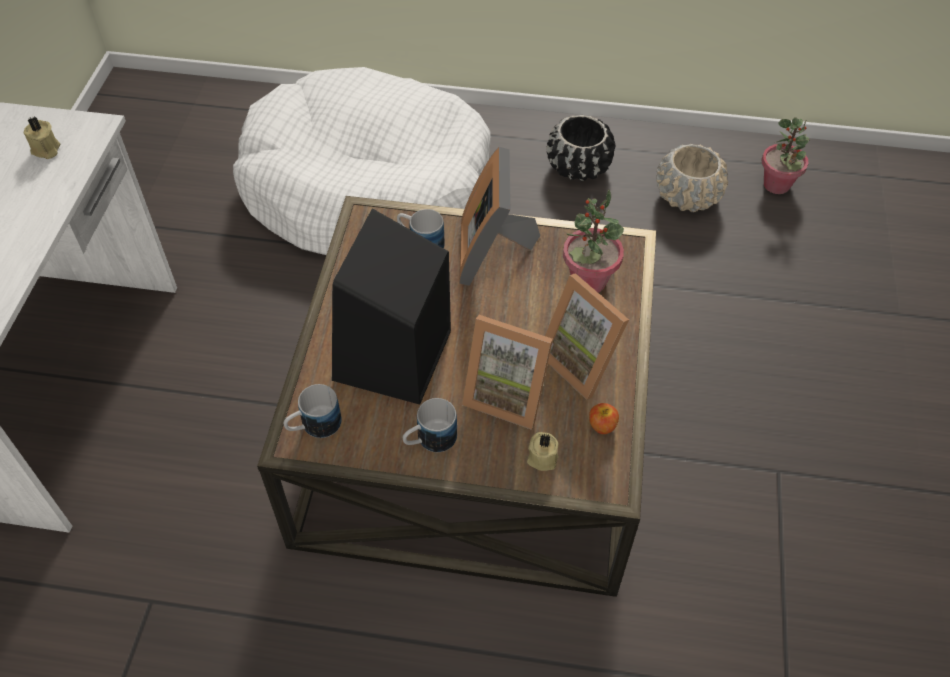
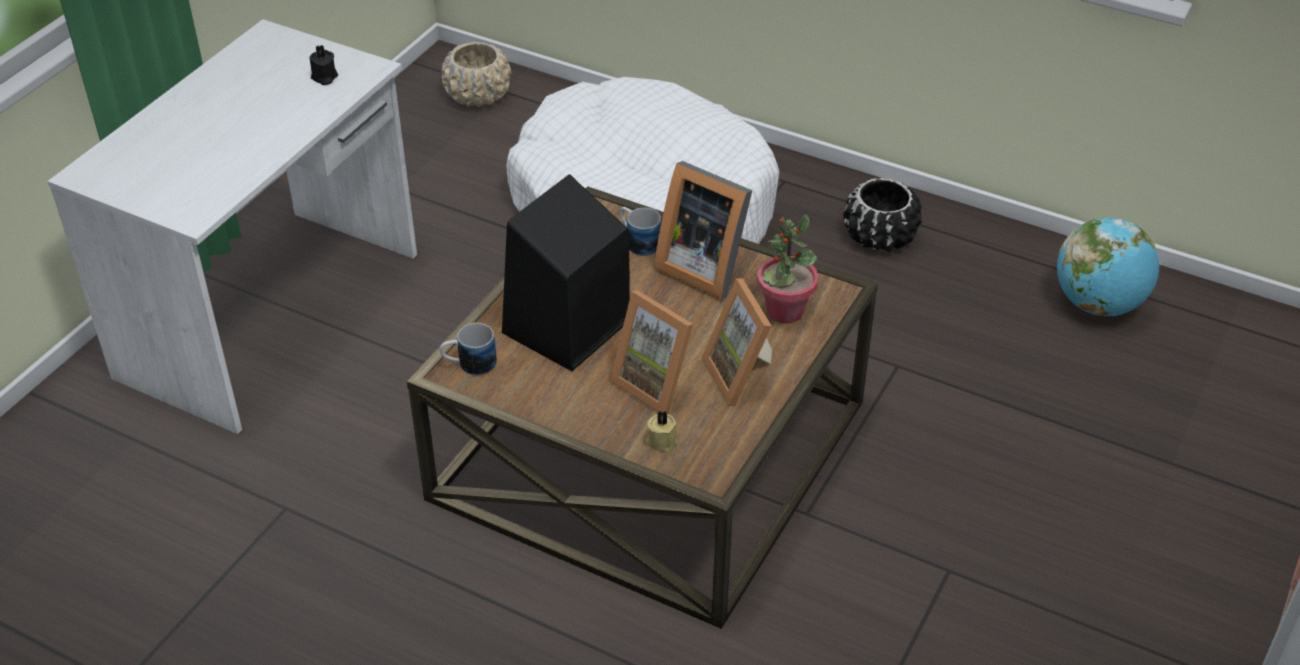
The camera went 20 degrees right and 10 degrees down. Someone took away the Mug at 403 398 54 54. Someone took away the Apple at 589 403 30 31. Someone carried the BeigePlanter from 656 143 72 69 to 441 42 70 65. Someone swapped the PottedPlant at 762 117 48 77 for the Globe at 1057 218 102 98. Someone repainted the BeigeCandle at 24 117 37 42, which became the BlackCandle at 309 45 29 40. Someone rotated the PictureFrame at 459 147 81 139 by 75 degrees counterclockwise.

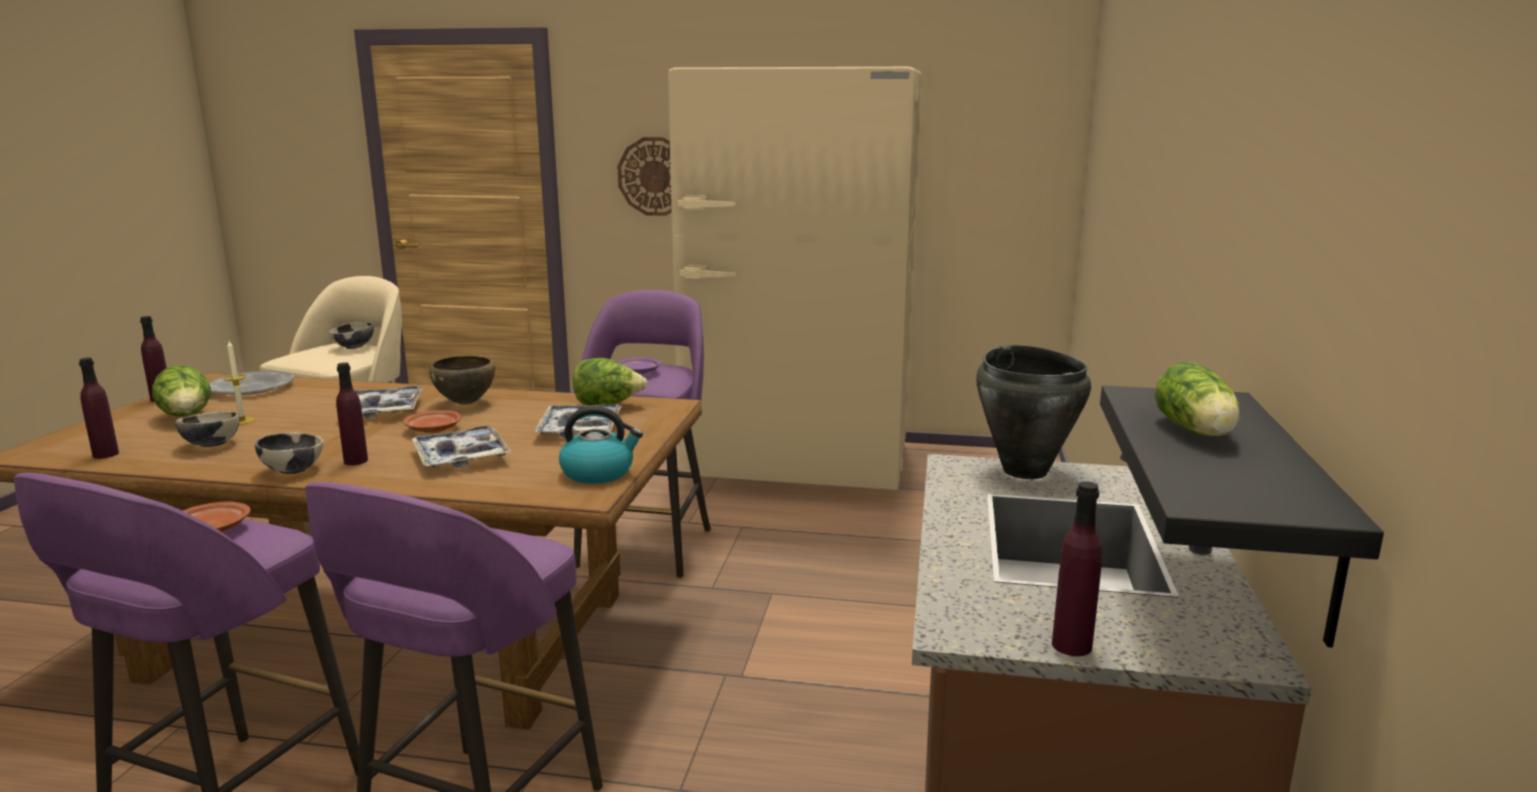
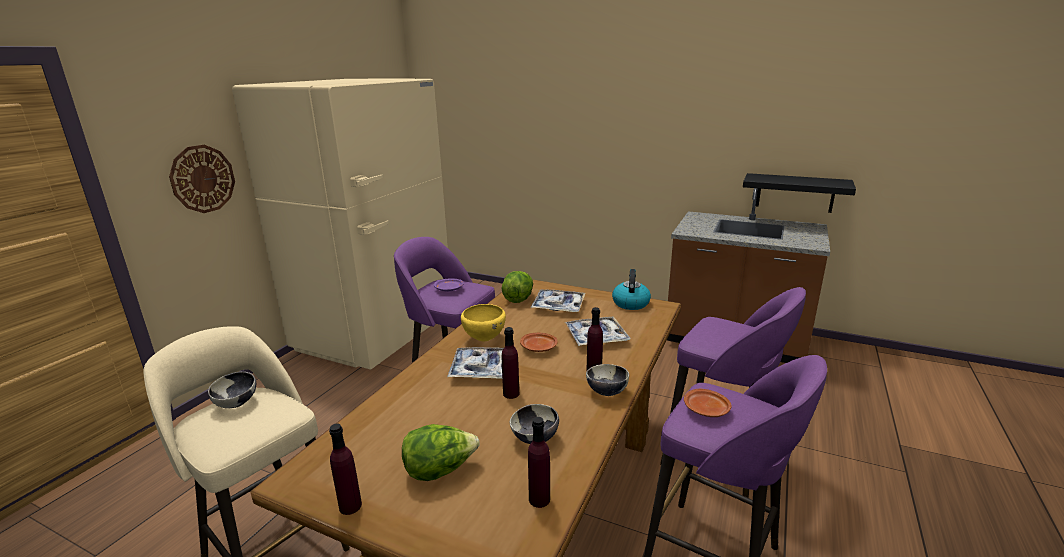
The camera went 75 degrees left and 5 degrees up. Someone took away the GreyPlate at 209 370 85 25. Someone took away the Candle at 225 341 30 84. Someone took away the BlackCookingPot at 976 345 115 134. Someone took away the Lettuce at 1155 362 85 74. Someone carried the PurpleBottle from 1052 481 50 175 to 502 327 17 72. Someone repainted the BrownBowl at 429 356 66 49, which became the YellowBowl at 461 304 45 37.

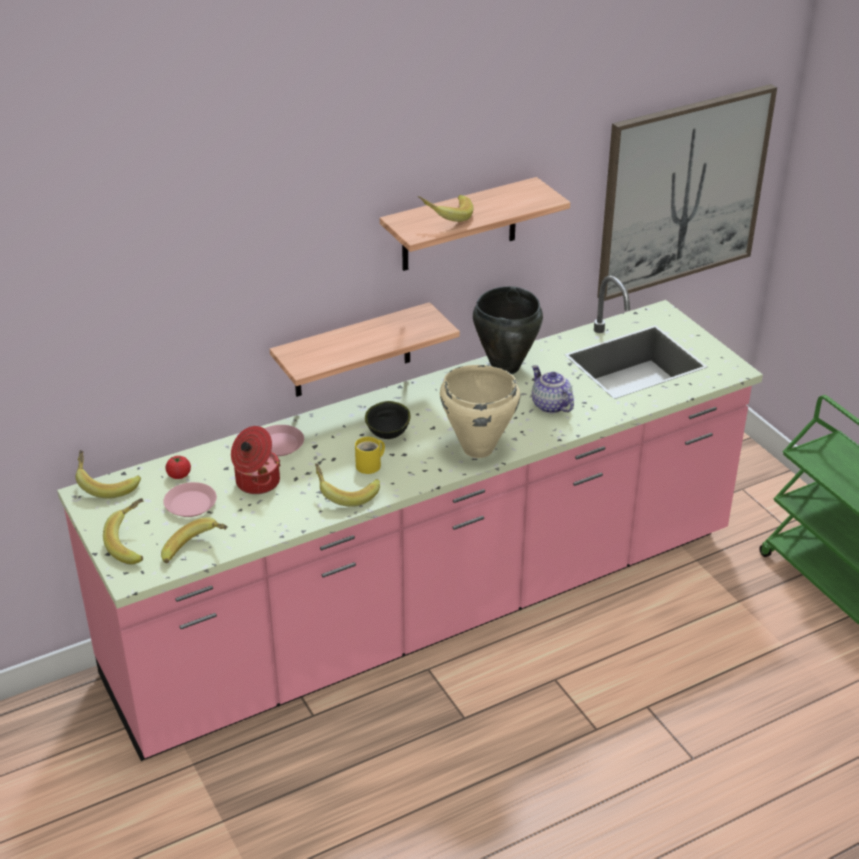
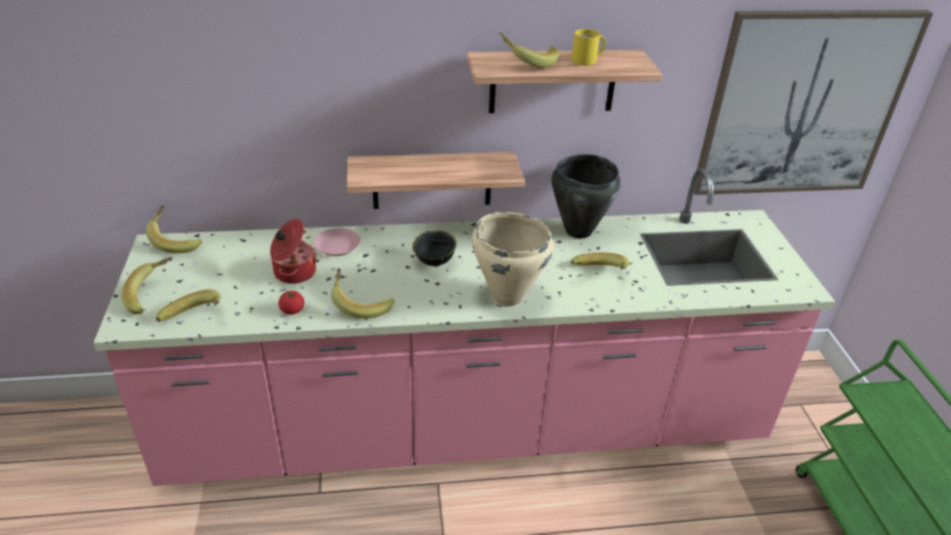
The camera went 20 degrees right and 0 degrees up. Someone took away the PinkPlate at 163 482 54 35. Someone carried the Tomato from 165 456 26 23 to 278 291 26 24. Someone carried the YellowMug from 355 437 30 37 to 571 29 34 37. Someone swapped the Teapot at 532 365 42 48 for the Banana at 571 253 59 17.

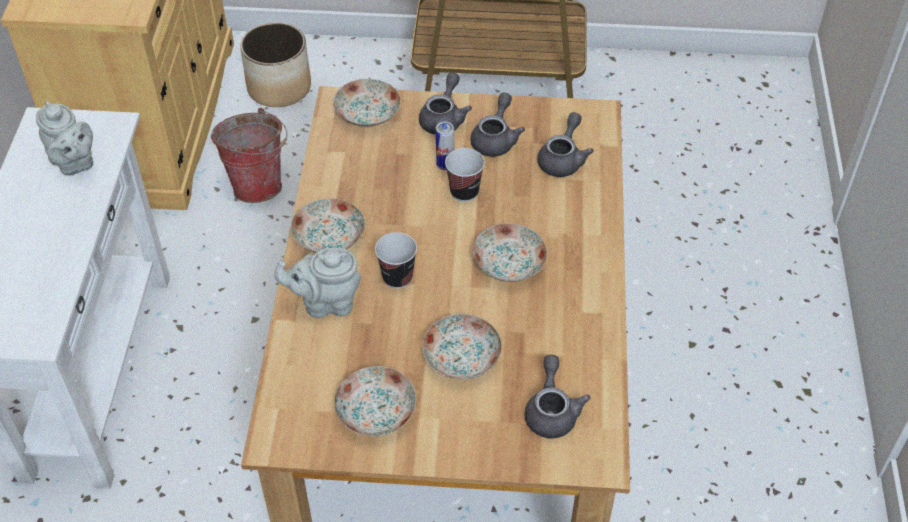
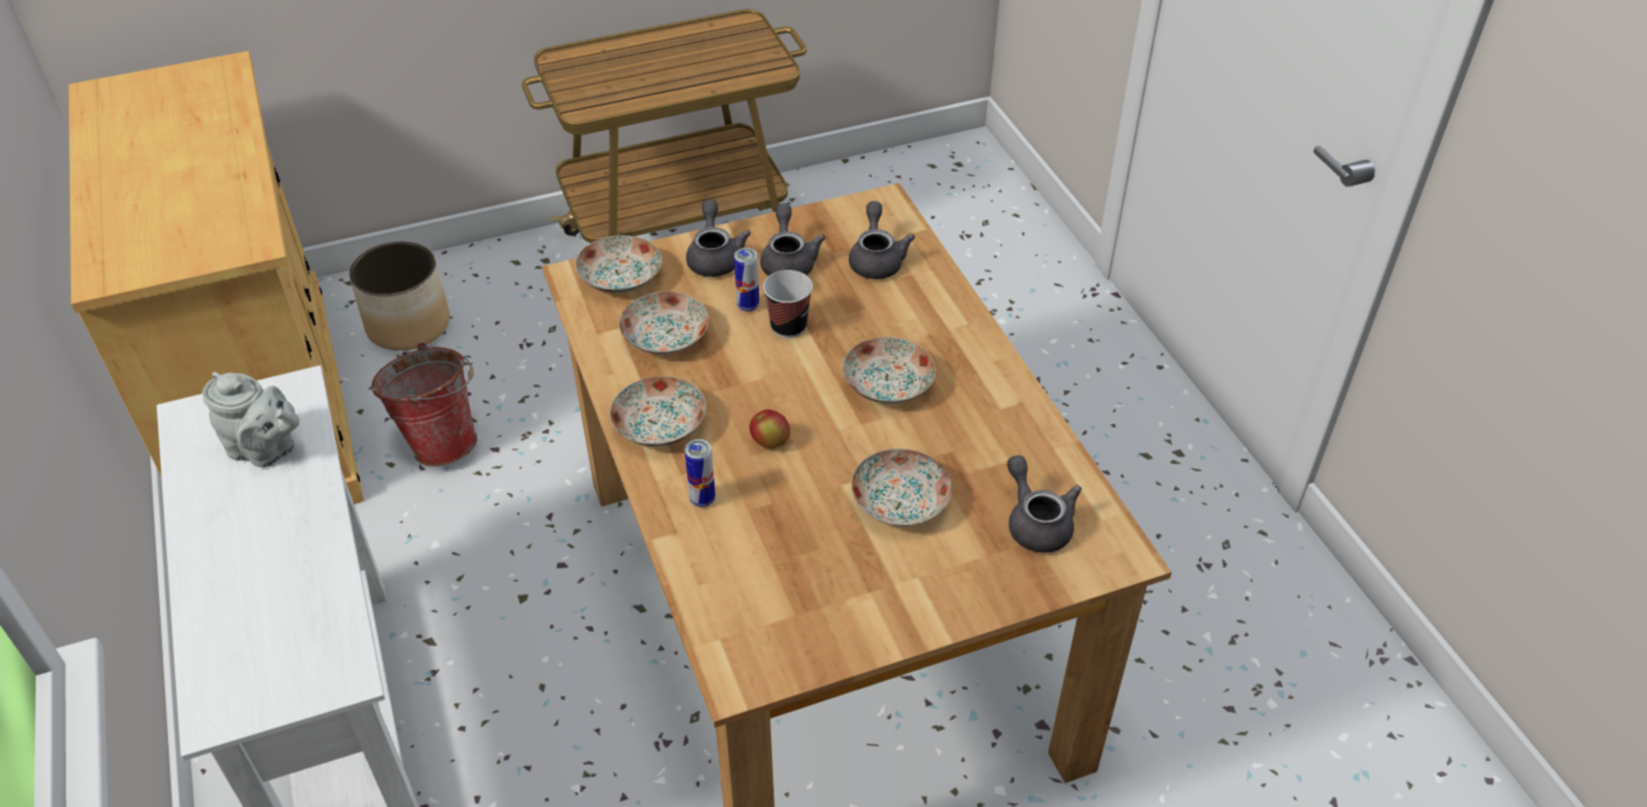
The camera went 25 degrees left and 5 degrees down. Someone carried the Plate from 335 366 81 71 to 619 291 90 64. Someone swapped the GreyTeapot at 274 248 87 70 for the Can at 685 439 30 68. Someone swapped the Cup at 375 232 42 56 for the Apple at 749 409 41 39.

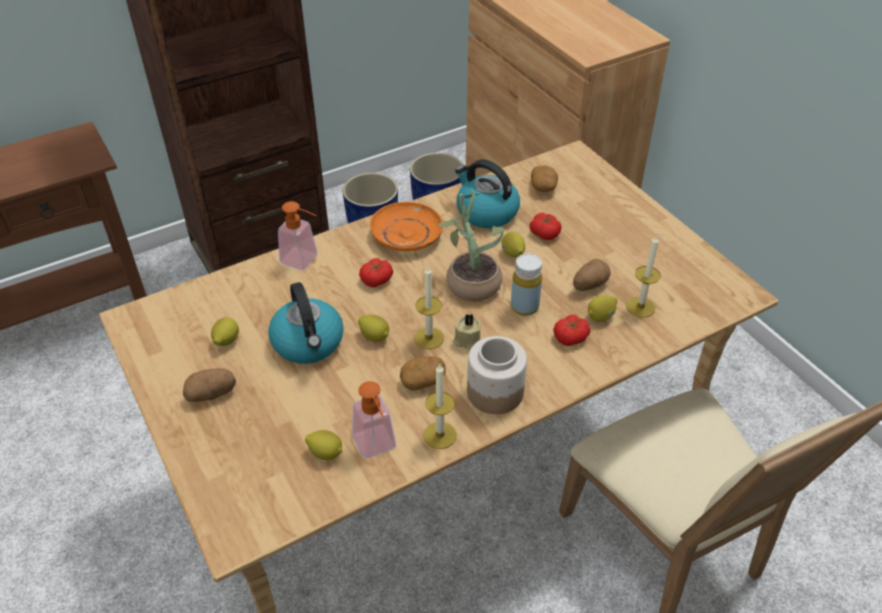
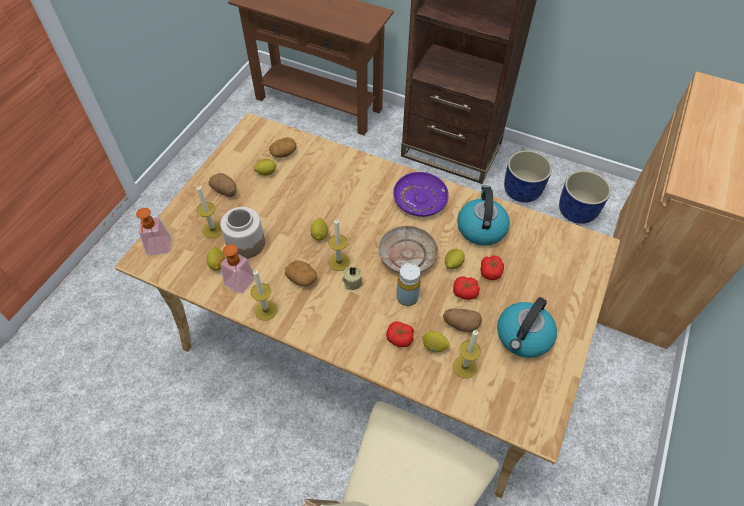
The camera went 55 degrees right and 10 degrees up. Someone put down the Candle at 196 184 26 54. Someone carried the Kettle from 268 282 76 82 to 497 297 60 61. Someone carried the SoapDispenser from 278 201 40 69 to 136 208 35 47. Someone carried the Tomato from 359 258 34 29 to 453 277 27 23. Someone carried the Jar from 467 336 60 78 to 220 207 45 52. Someone carried the Potato from 531 166 27 26 to 269 137 28 21. Someone swapped the PottedPlant at 438 190 68 111 for the BeigePlate at 378 226 60 47. Someone repainted the OrangePlate at 370 202 73 49, which became the PurplePlate at 393 172 56 45.

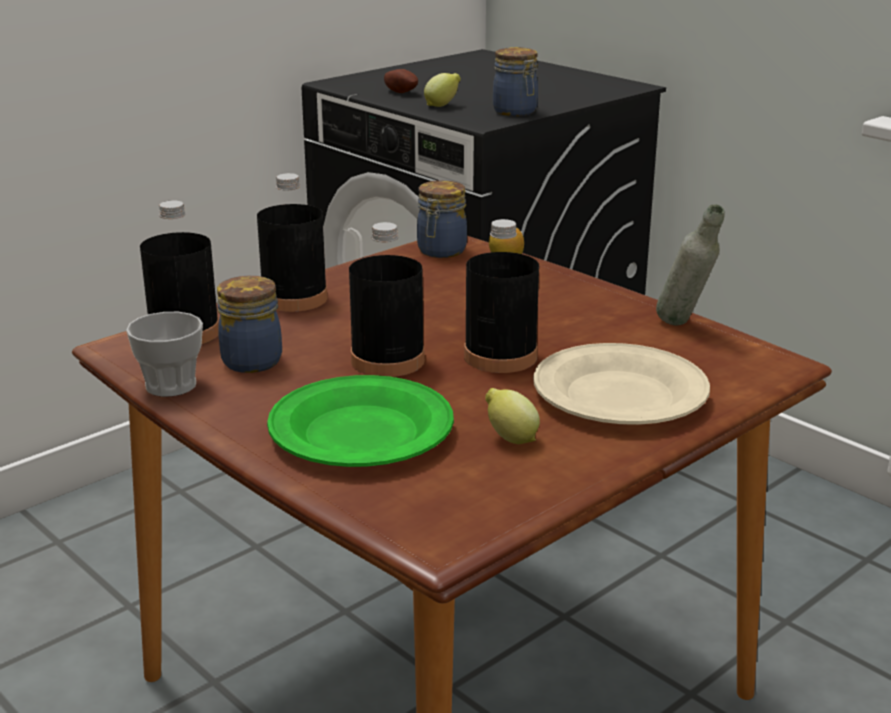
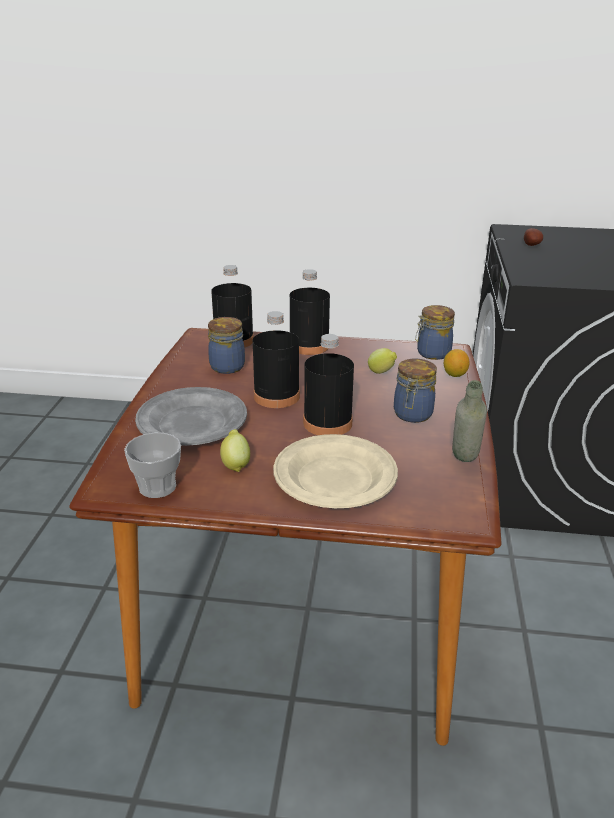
The camera went 50 degrees right and 5 degrees up. Someone carried the Cup from 126 312 77 85 to 124 433 57 65. Someone carried the Lemon from 424 73 37 34 to 368 348 29 26. Someone carried the Jar from 493 47 45 69 to 394 358 43 65. Someone repainted the GreenPlate at 267 375 187 92, which became the GreyPlate at 135 387 112 59.

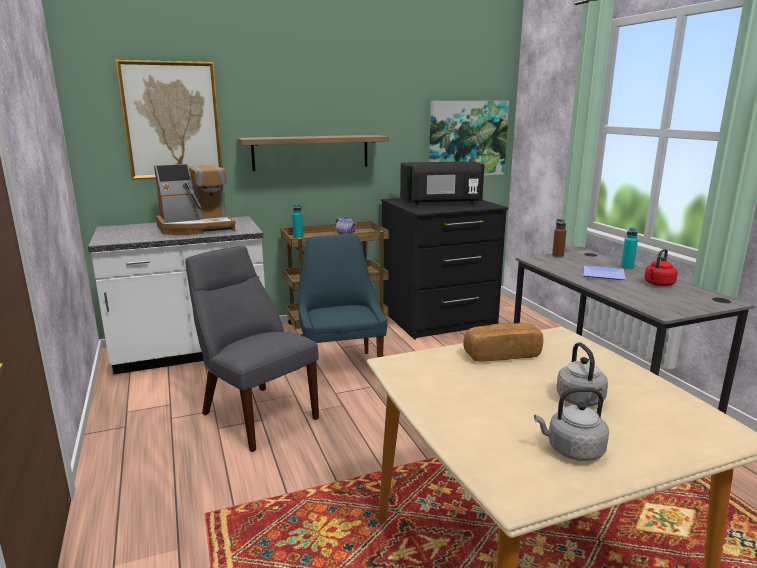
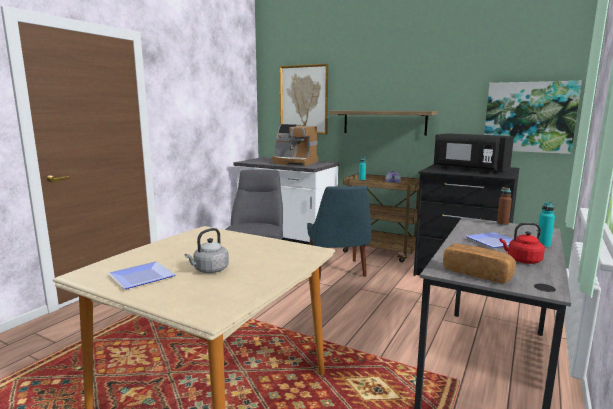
The camera went 50 degrees right and 5 degrees down. Someone carried the Bread from 463 323 80 39 to 443 244 73 39. Someone swapped the GreyKettle at 534 387 75 74 for the Plate at 108 261 68 28. Someone rotated the BlueChair at 298 235 90 123 by 135 degrees clockwise.

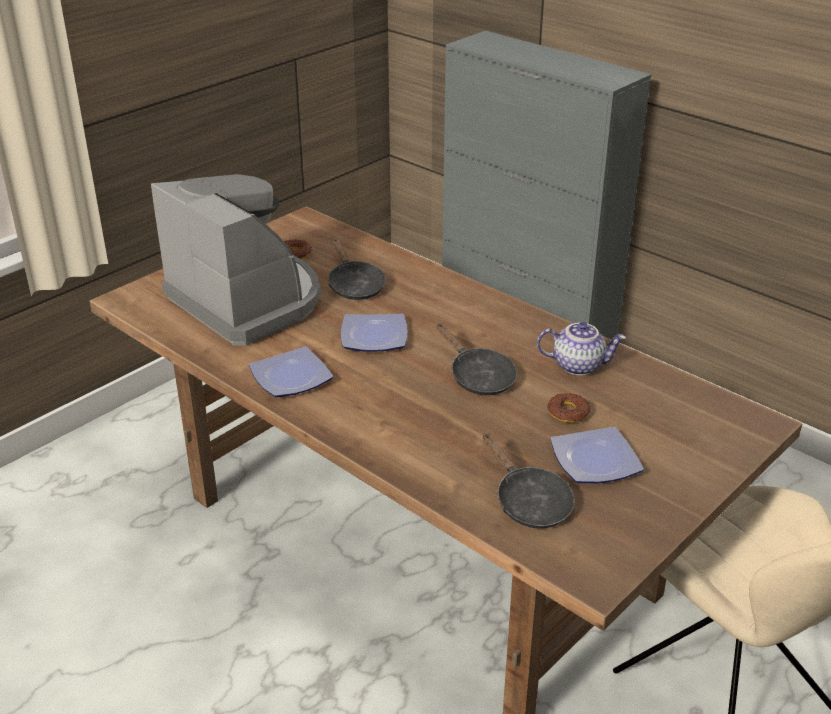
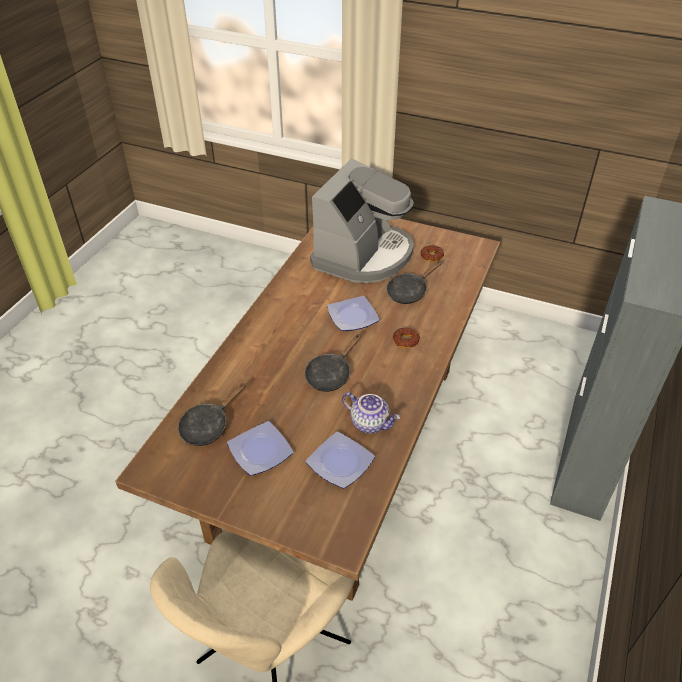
The camera went 70 degrees right and 10 degrees up. Someone carried the Plate from 249 347 84 50 to 306 432 69 57. Someone carried the Donut from 547 393 43 30 to 393 328 27 20. Someone rotated the Teapot at 537 322 89 54 by 45 degrees counterclockwise.

